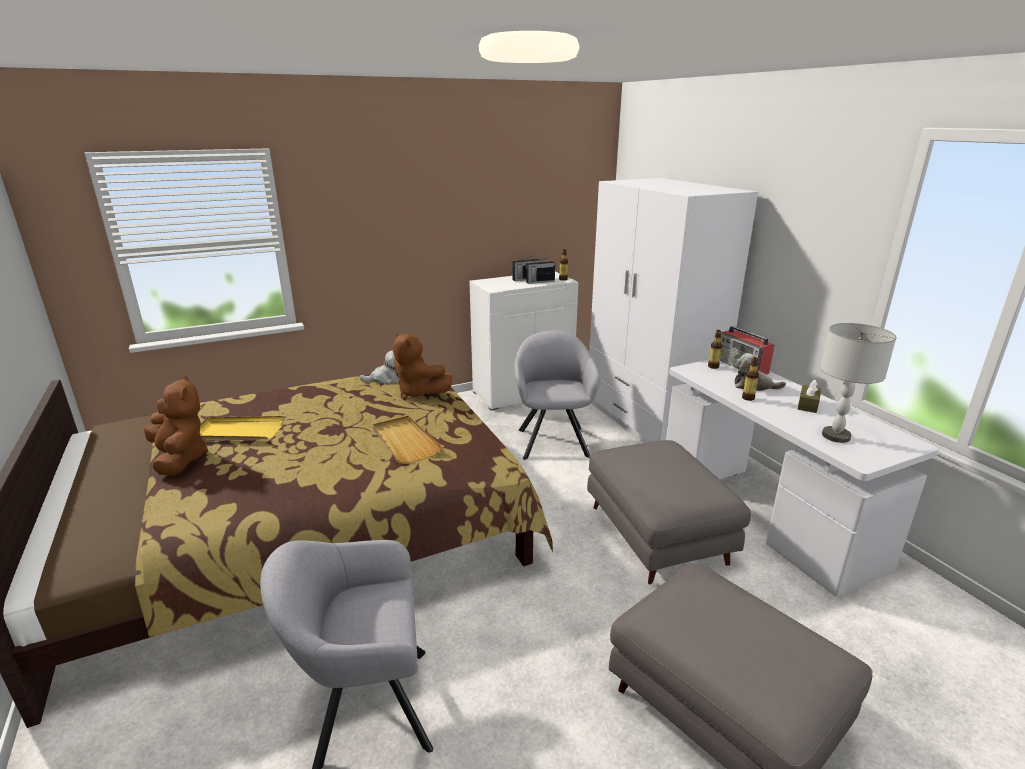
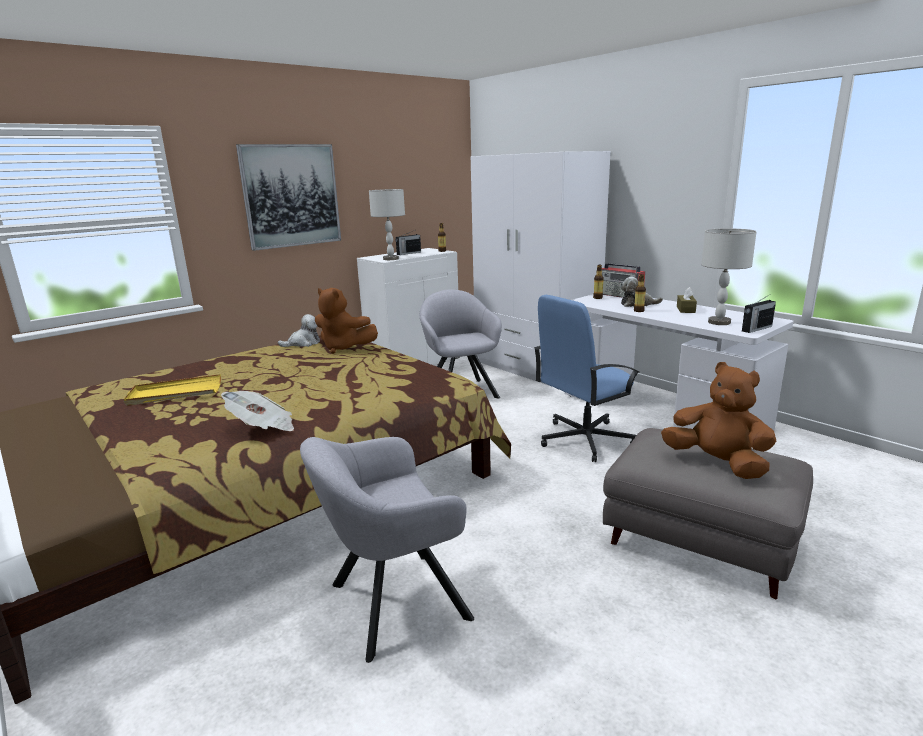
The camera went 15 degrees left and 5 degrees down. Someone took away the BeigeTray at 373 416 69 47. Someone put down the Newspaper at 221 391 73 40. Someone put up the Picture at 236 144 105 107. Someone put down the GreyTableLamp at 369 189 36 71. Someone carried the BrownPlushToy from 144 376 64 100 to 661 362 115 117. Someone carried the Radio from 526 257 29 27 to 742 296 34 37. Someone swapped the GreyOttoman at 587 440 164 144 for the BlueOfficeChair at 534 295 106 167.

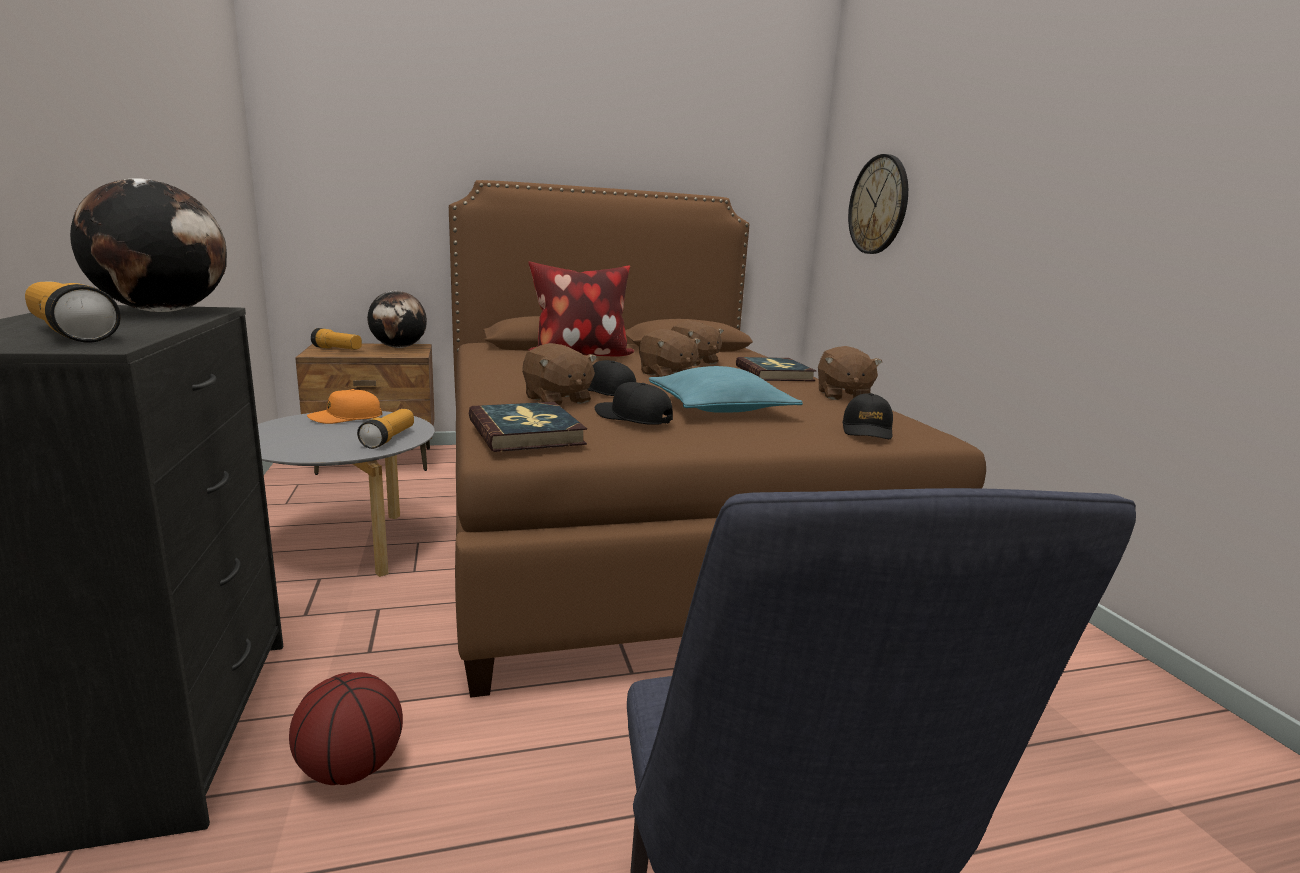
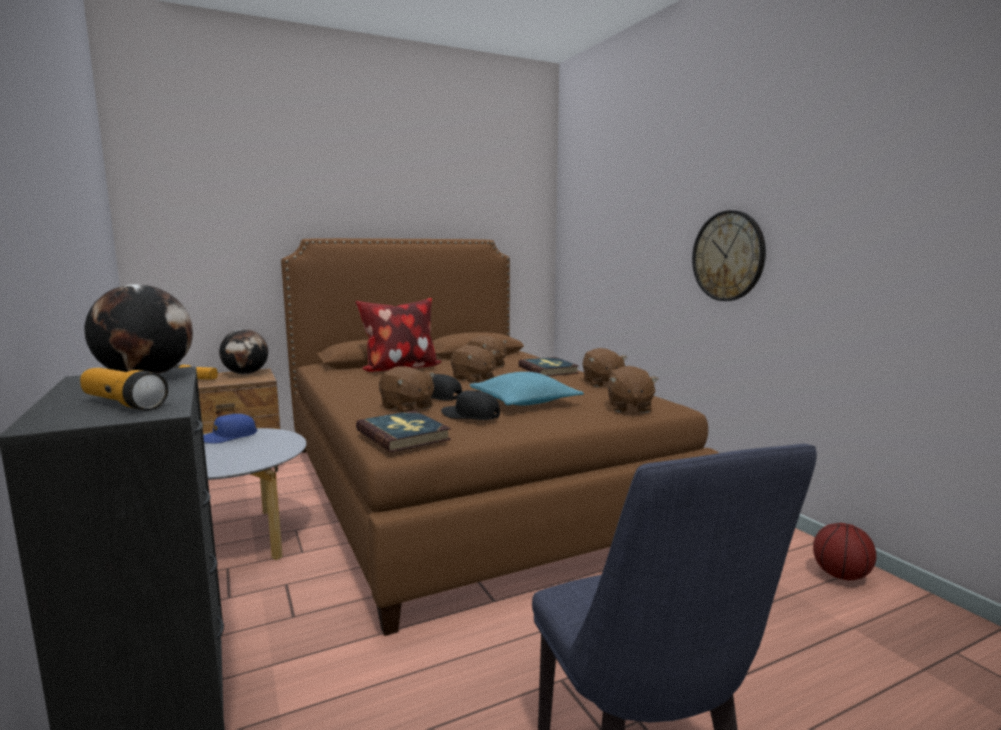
The camera went 10 degrees left and 5 degrees down. Someone took away the Flashlight at 357 409 57 40. Someone carried the Basketball from 289 672 114 113 to 813 523 63 57. Someone carried the WallClock from 848 154 60 100 to 692 210 74 91. Someone swapped the BlackCap at 842 393 51 46 for the BrownPlushToy at 608 366 51 47. Someone repainted the OrangeCap at 307 389 75 35, which became the BlueCap at 203 414 54 30.

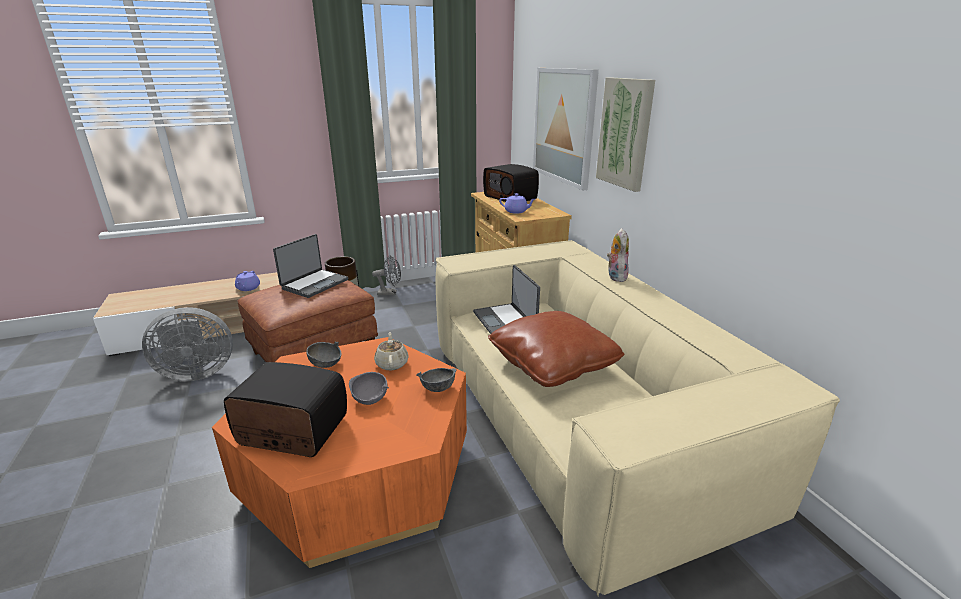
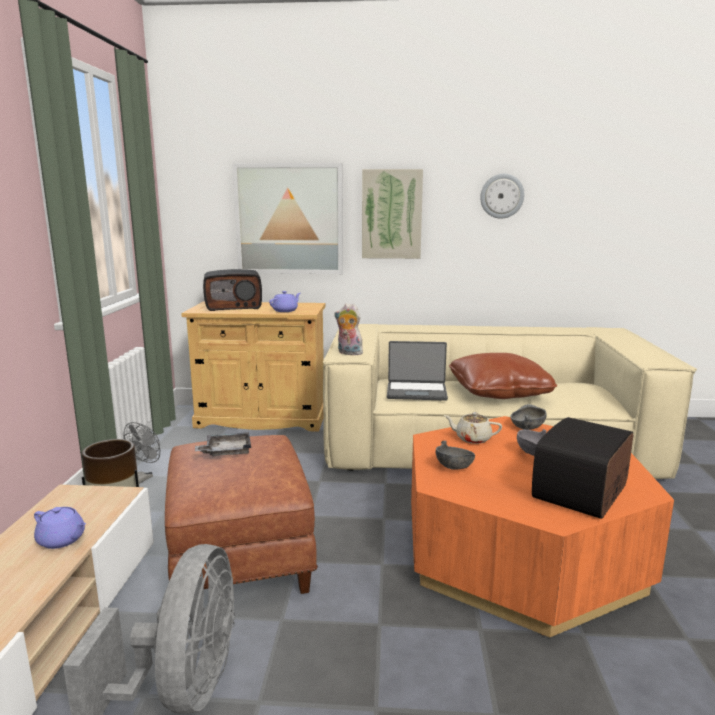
The camera went 65 degrees left and 10 degrees down. Someone put up the WallClock at 480 174 44 45. Someone carried the PlushToy from 607 228 22 54 to 334 303 29 52. Someone swapped the Laptop at 273 234 75 64 for the GreyTray at 195 432 56 24.

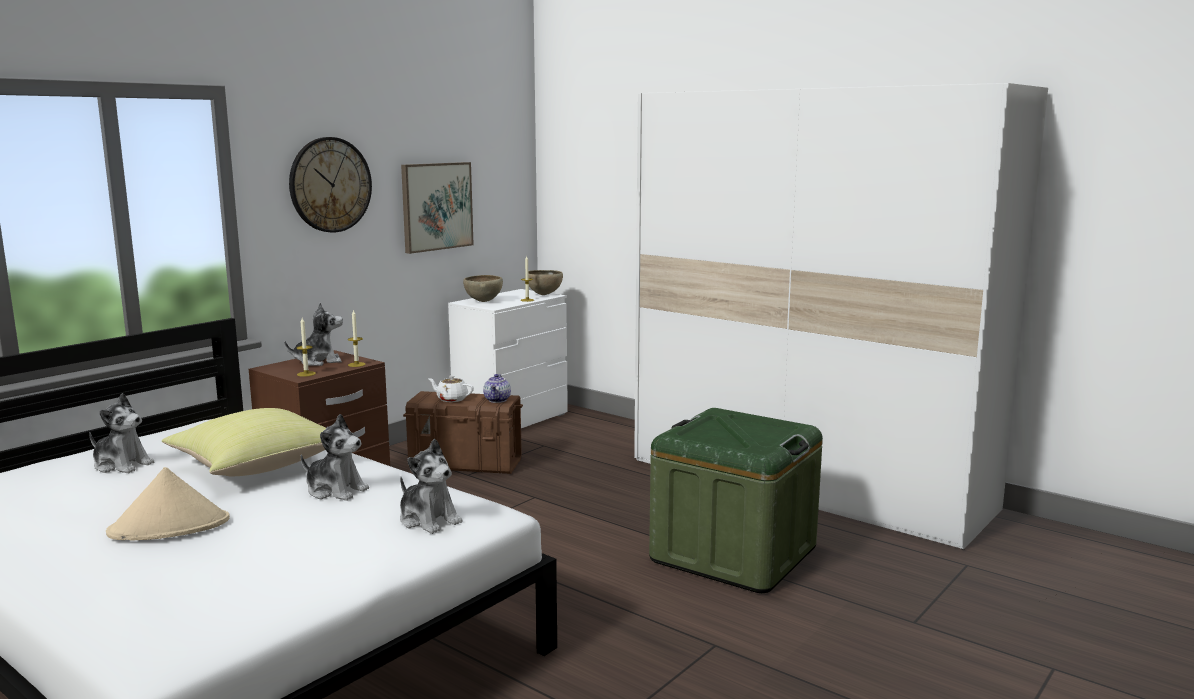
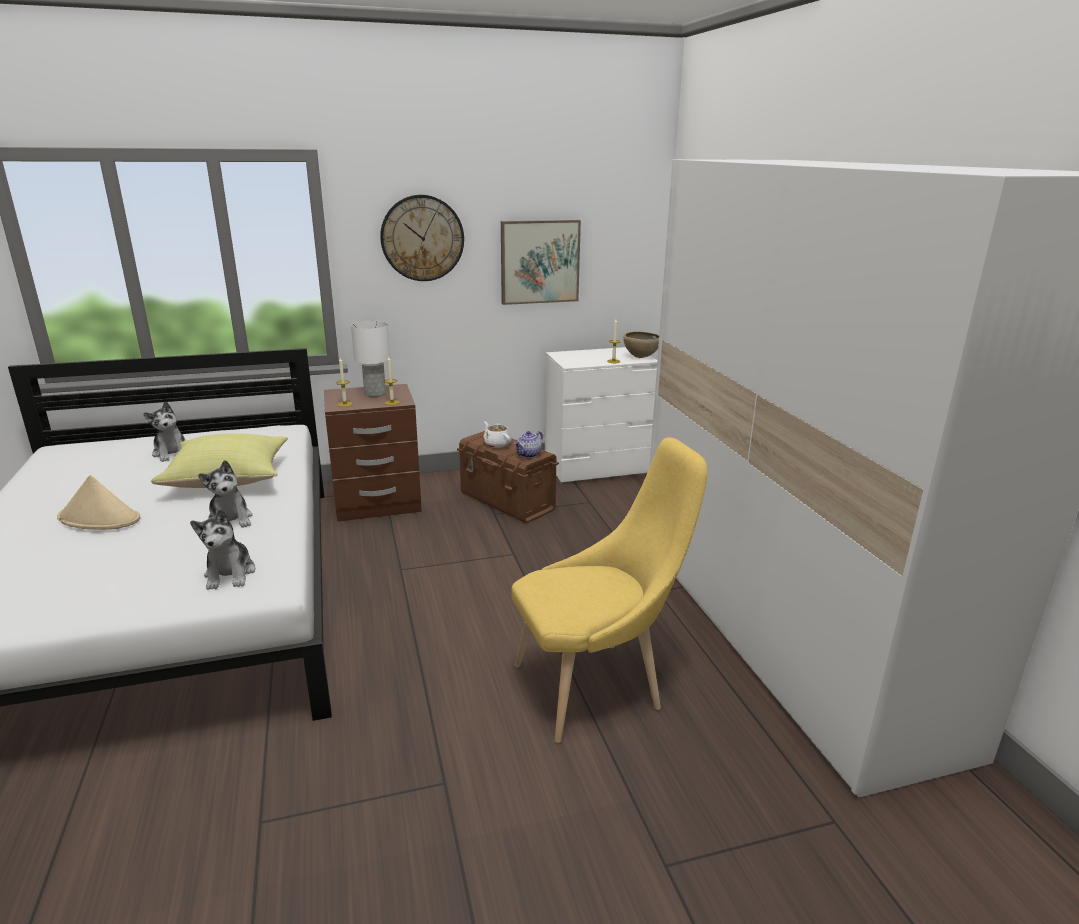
The camera went 35 degrees right and 10 degrees up. Someone took away the BrownBowl at 463 275 40 27. Someone swapped the PlushToy at 284 302 59 64 for the WhiteTableLamp at 351 321 39 76. Someone swapped the GreenStorageBox at 649 408 174 185 for the YellowChair at 511 437 196 306.

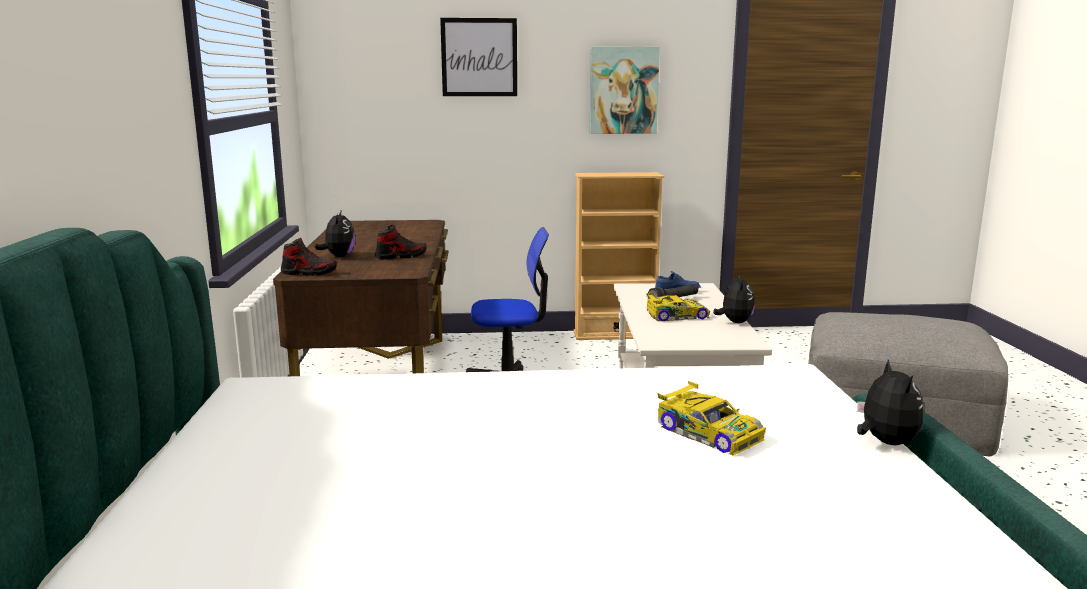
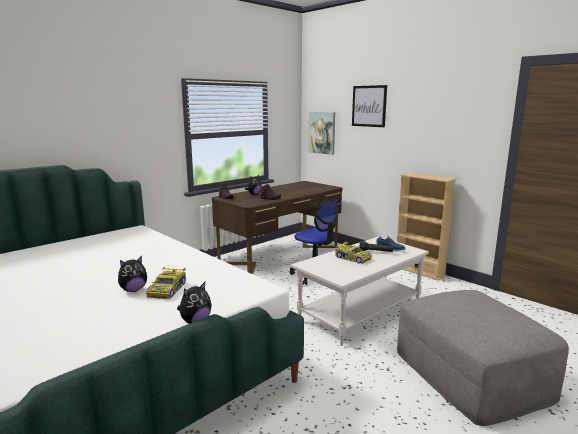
The camera went 50 degrees right and 0 degrees up. Someone carried the Picture from 590 47 70 87 to 308 112 27 43. Someone carried the PlushToy from 713 273 42 50 to 118 256 29 36.

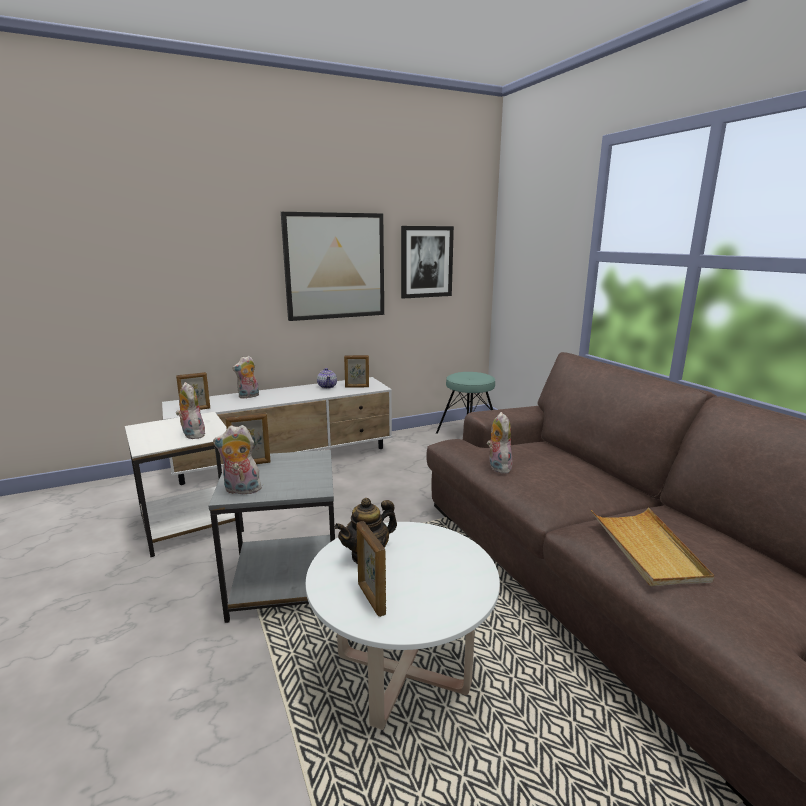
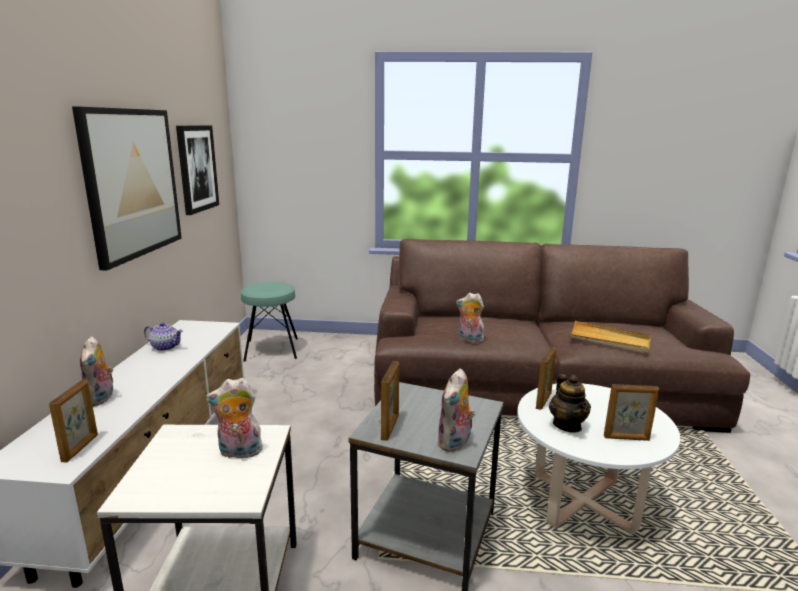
The camera went 60 degrees left and 0 degrees up. Someone carried the PictureFrame from 344 355 25 33 to 536 347 20 63.

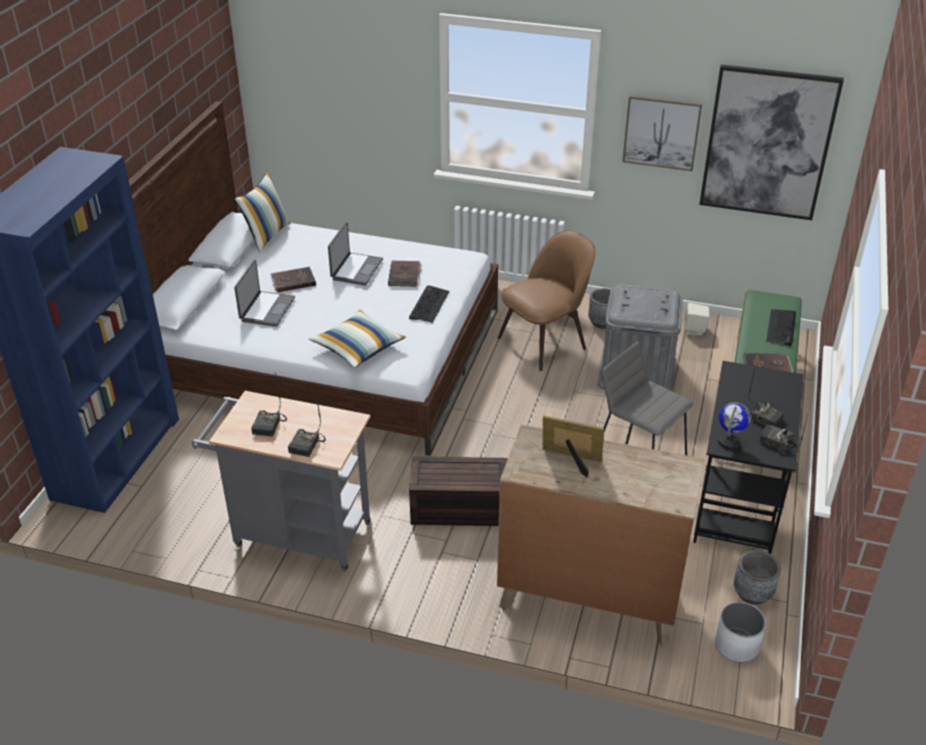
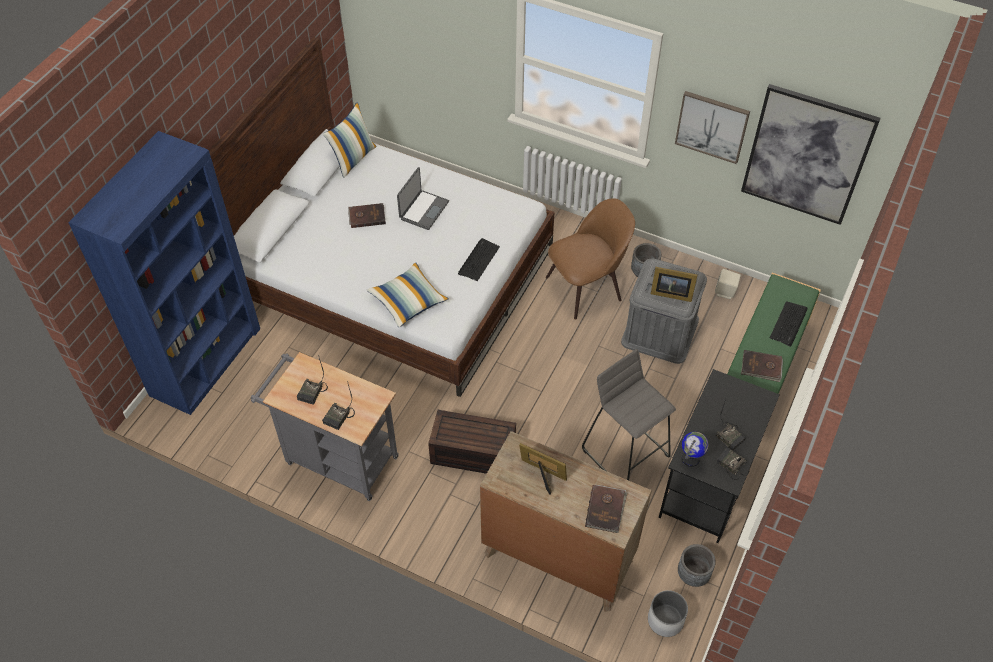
The camera went 10 degrees right and 15 degrees up. Someone took away the Laptop at 234 260 61 67. Someone put down the PictureFrame at 651 267 47 35. Someone carried the BrownBook from 388 261 34 26 to 585 485 42 48.

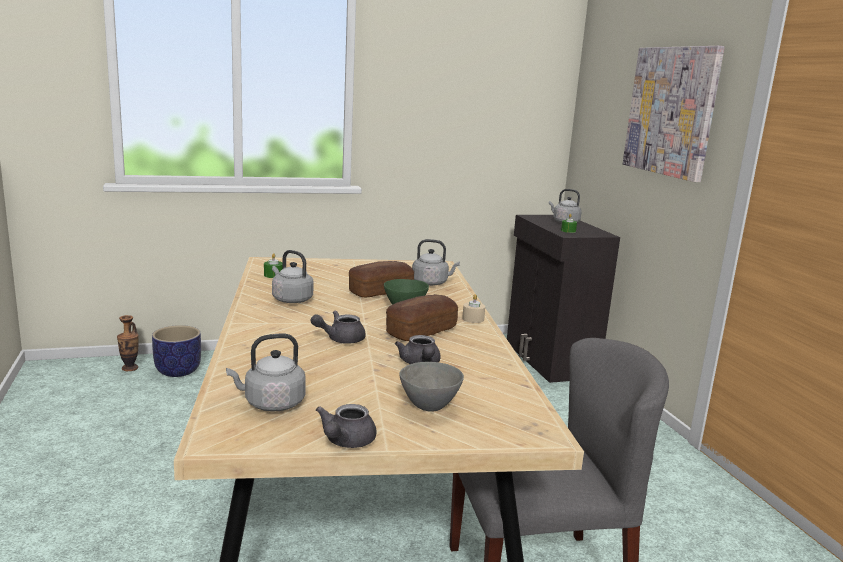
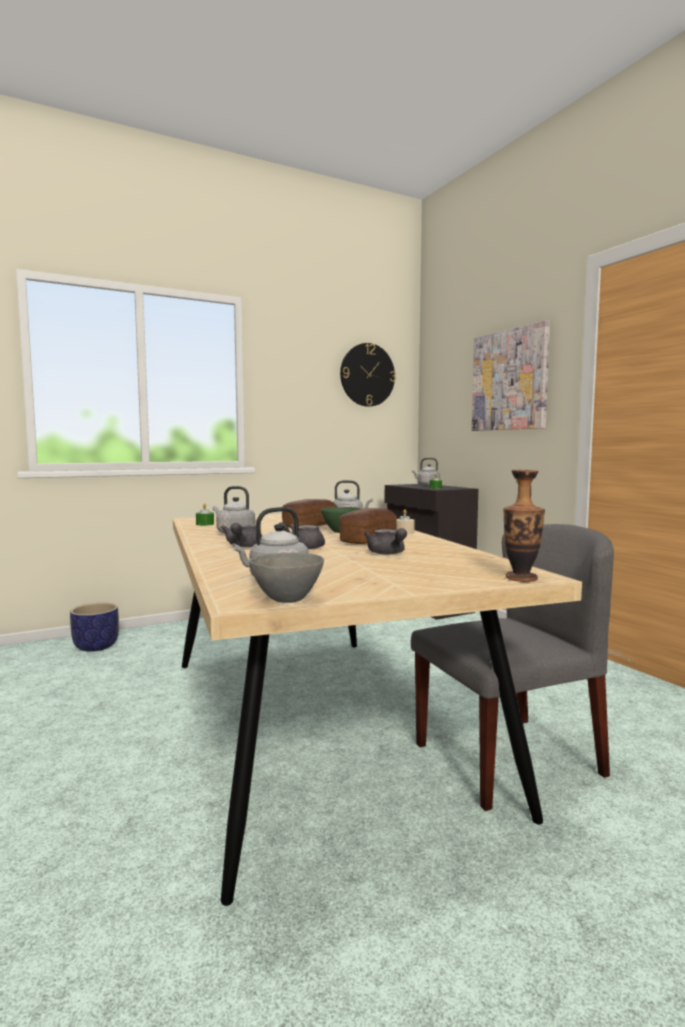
The camera went 10 degrees left and 10 degrees down. Someone put up the WallClock at 340 343 56 64. Someone carried the Vase from 117 315 22 56 to 503 470 42 112. Someone carried the GreyTeapot from 316 404 60 44 to 221 523 41 24. Someone carried the GreyBowl from 399 362 65 49 to 249 553 75 50.

